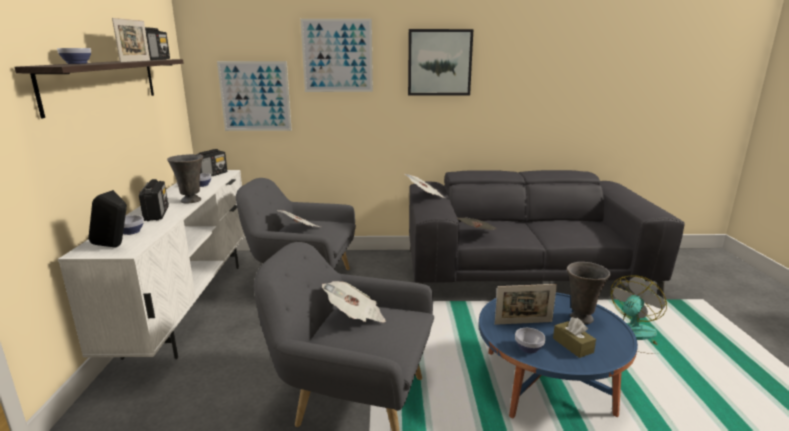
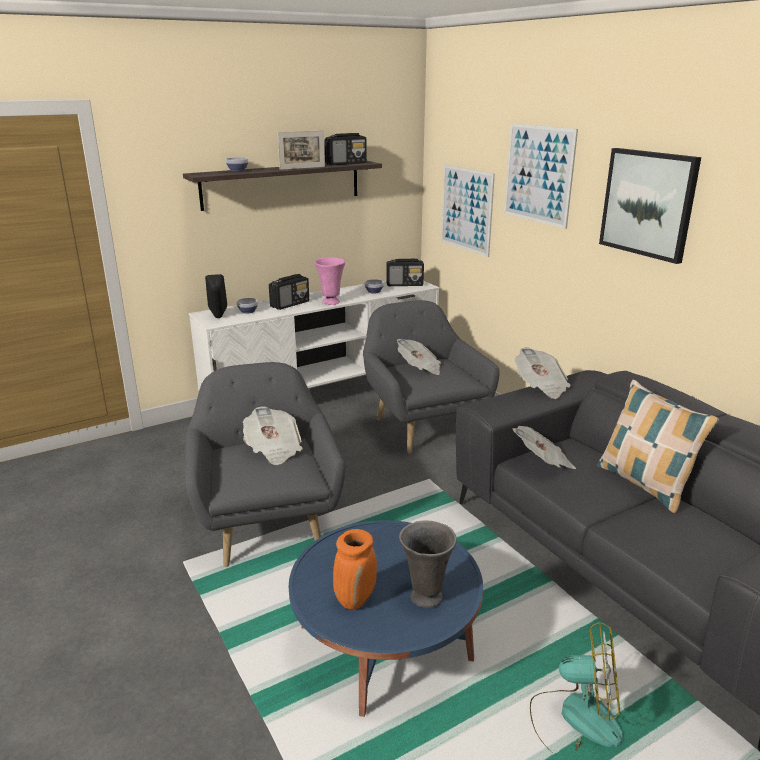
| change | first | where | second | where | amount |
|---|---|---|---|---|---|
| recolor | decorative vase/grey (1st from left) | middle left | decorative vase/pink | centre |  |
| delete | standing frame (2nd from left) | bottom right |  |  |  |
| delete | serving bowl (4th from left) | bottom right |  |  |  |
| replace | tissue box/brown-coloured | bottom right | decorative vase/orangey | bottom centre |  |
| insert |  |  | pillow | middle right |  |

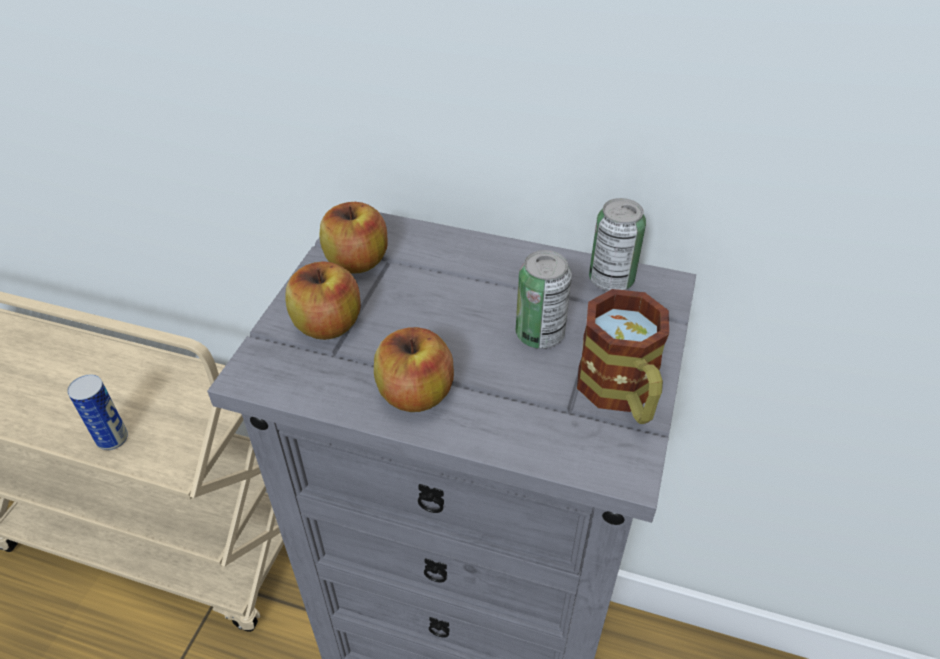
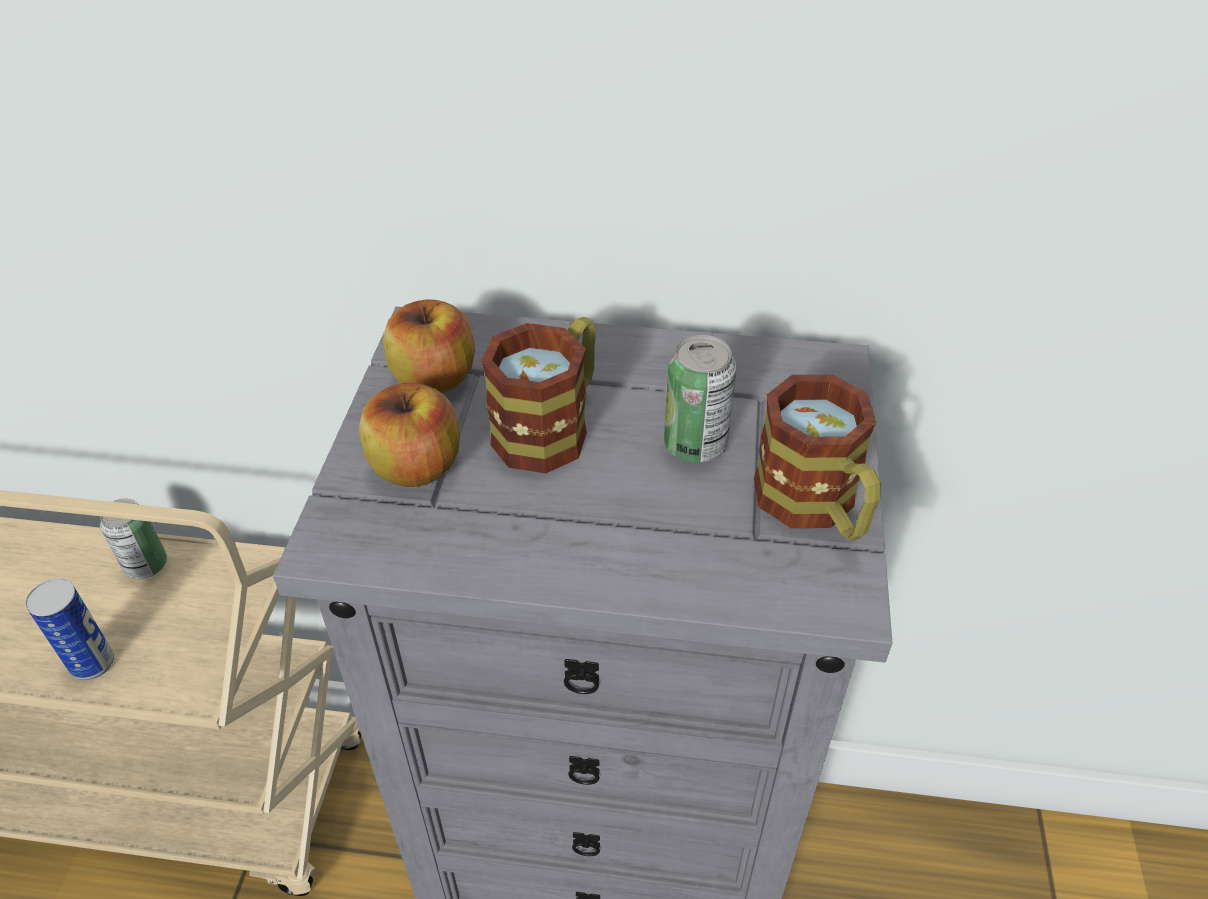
| change | first | where | second | where | amount |
|---|---|---|---|---|---|
| delete | apple fruit (3rd from left) | centre |  |  |  |
| move | can (3rd from left in the first image) | centre | can (2nd from left) | middle left |  |
| insert |  |  | tea mug (1st from left) | centre |  |

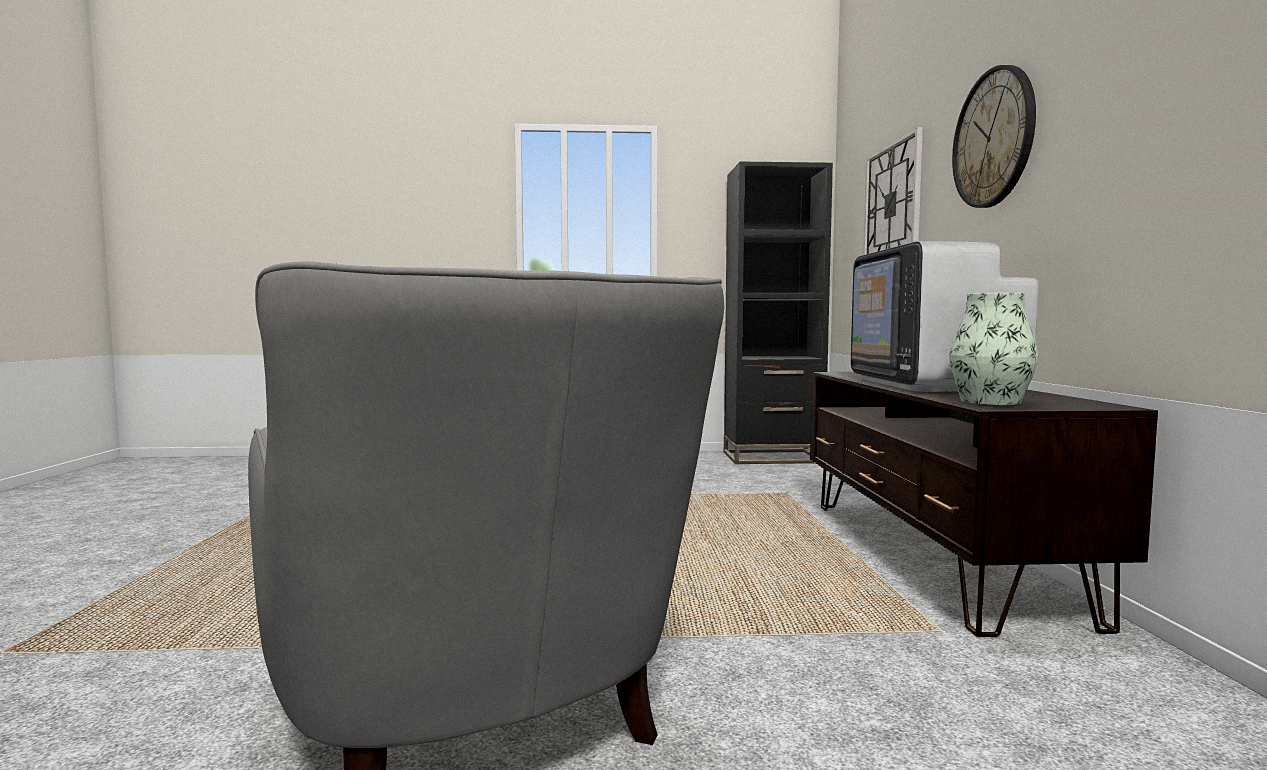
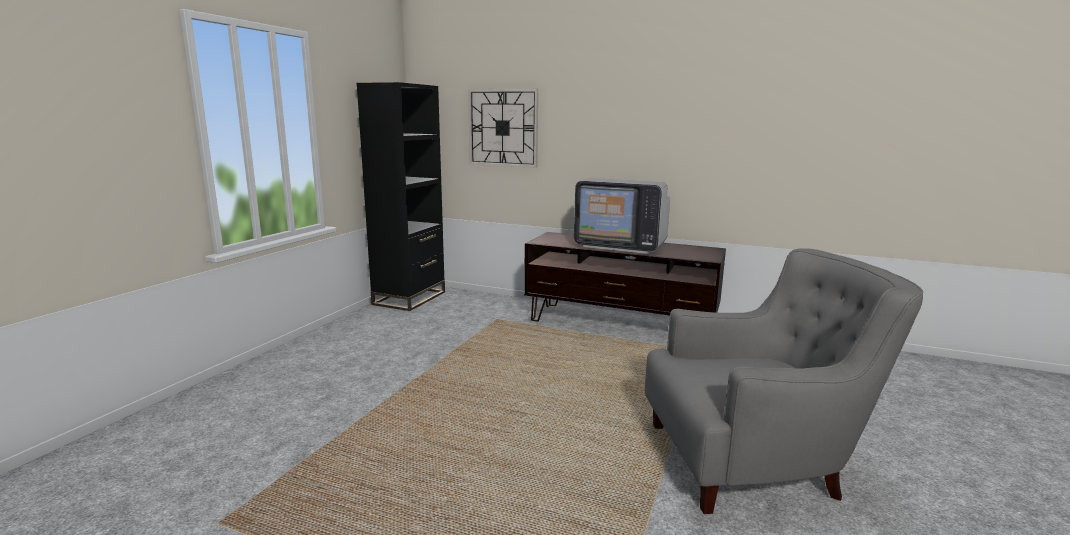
| change | first | where | second | where | amount |
|---|---|---|---|---|---|
| delete | decorative vase | middle right |  |  |  |
| delete | wall clock (2nd from left) | top right |  |  |  |

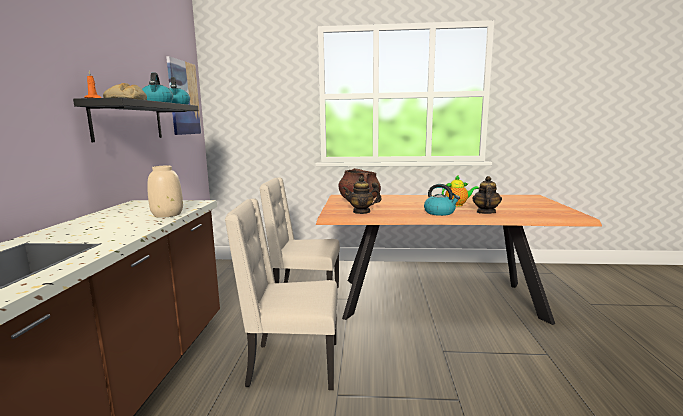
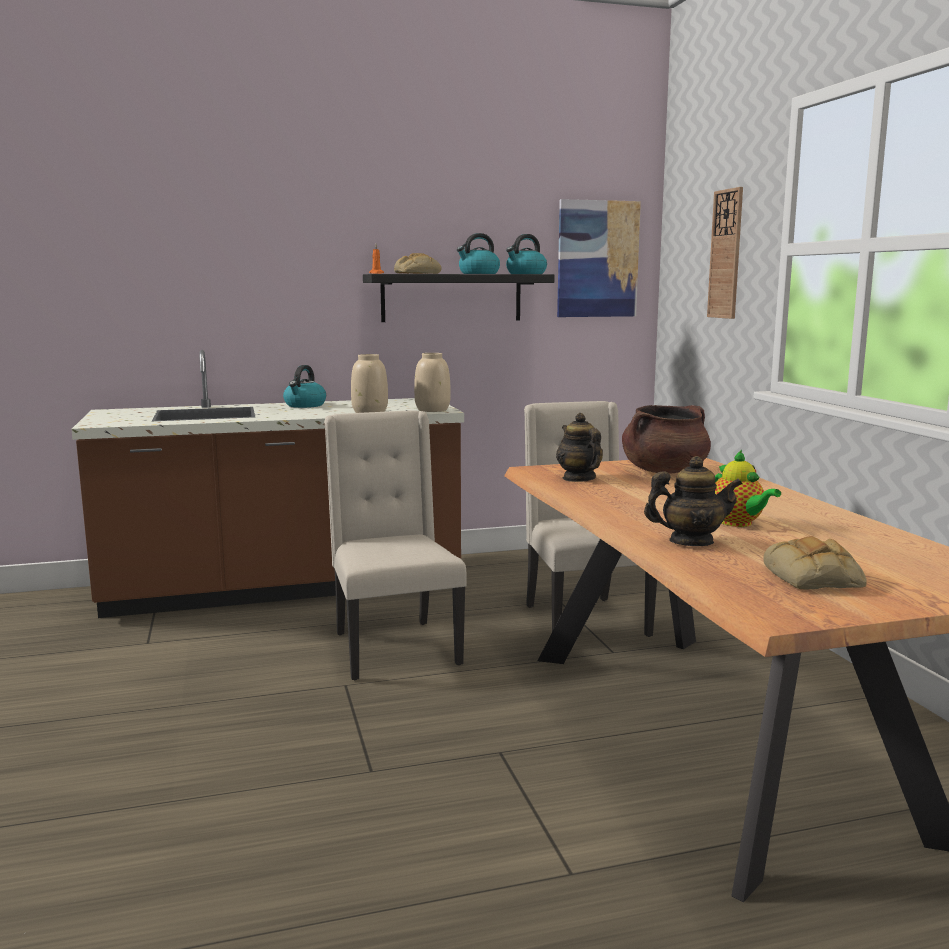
| change | first | where | second | where | amount |
|---|---|---|---|---|---|
| move | water kettle (3rd from left in the first image) | centre | water kettle (1st from left) | middle left |  |
| insert |  |  | decorative vase/beige (2nd from left) | centre |  |
| insert |  |  | wall clock | top right |  |
| insert |  |  | bakery bread (2nd from left) | middle right |  |

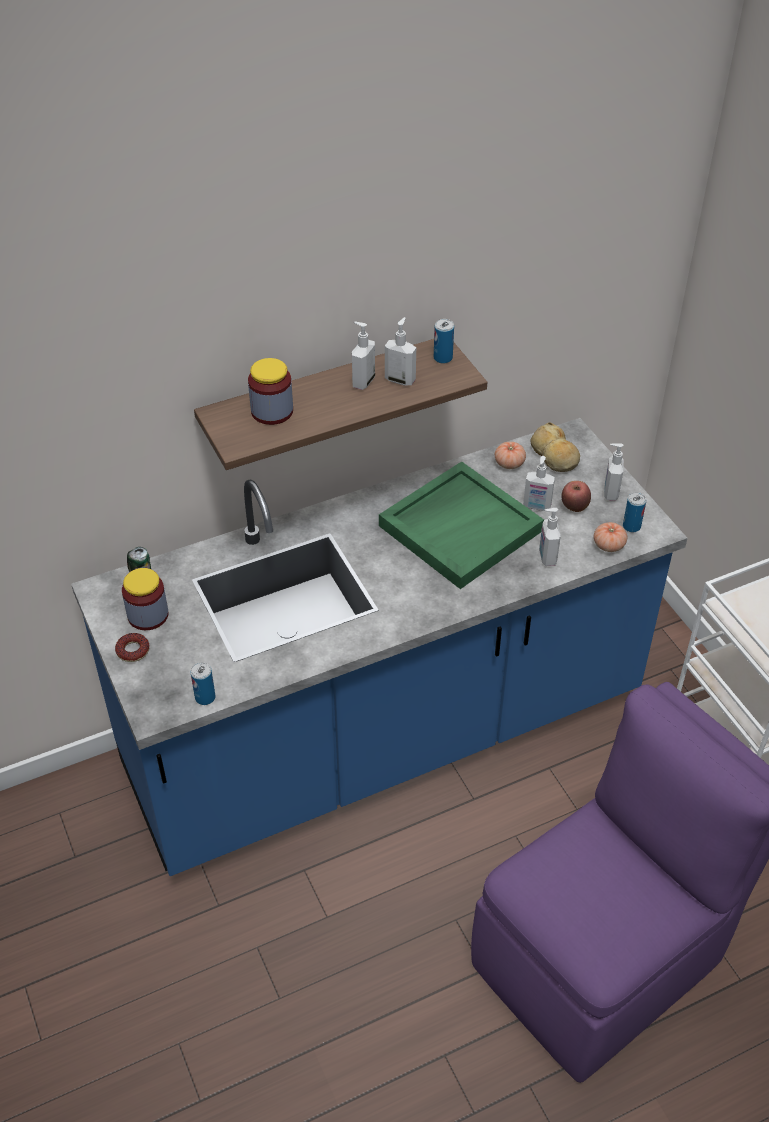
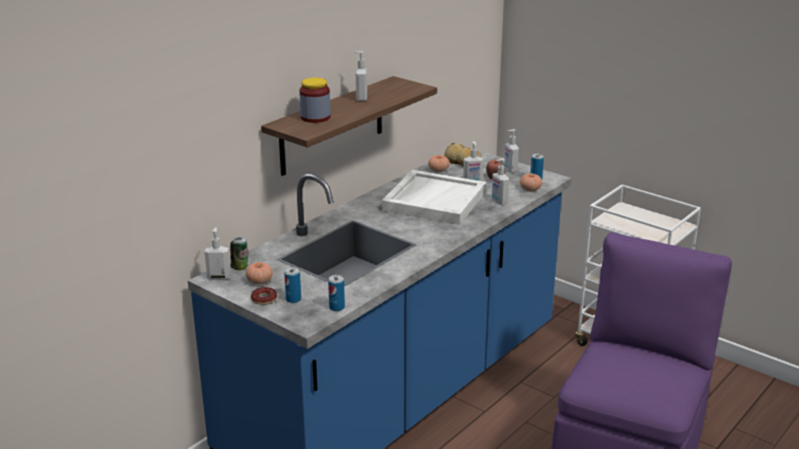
| change | first | where | second | where | amount |
|---|---|---|---|---|---|
| replace | storage jar (1st from left) | middle left | tomato (1st from left) | middle left |  |
| recolor | carrying tray/green | centre | carrying tray/whitish | centre |  |
| move | soap dispenser (2nd from left in the first image) | top centre | soap dispenser (1st from left) | middle left |  |
| move | can (3rd from left in the first image) | top centre | can (2nd from left) | centre |  |

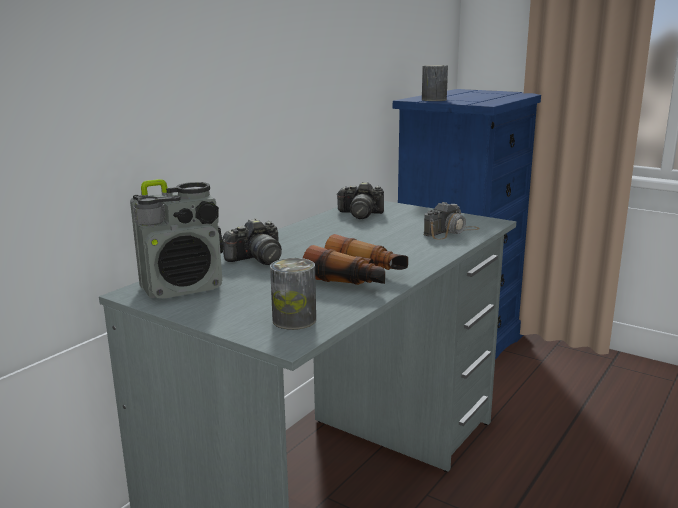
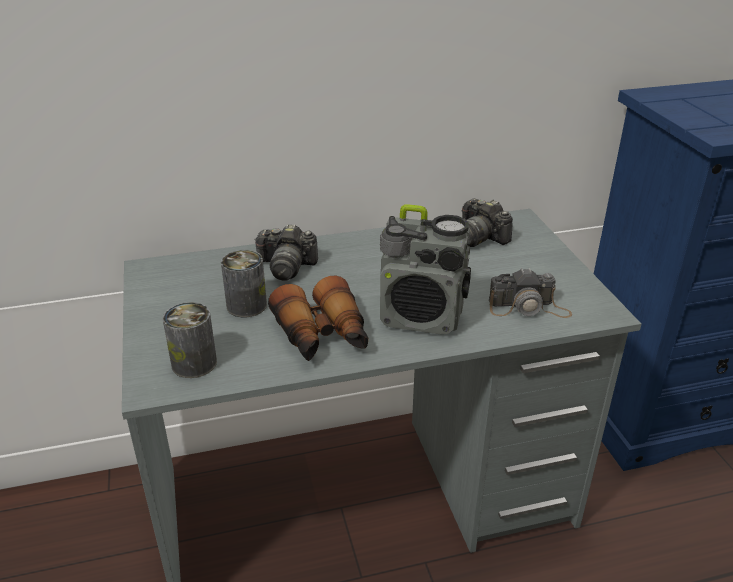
| change | first | where | second | where | amount |
|---|---|---|---|---|---|
| move | radio | middle left |  | centre |  |
| move | can (2nd from left) | top centre |  | middle left |  |

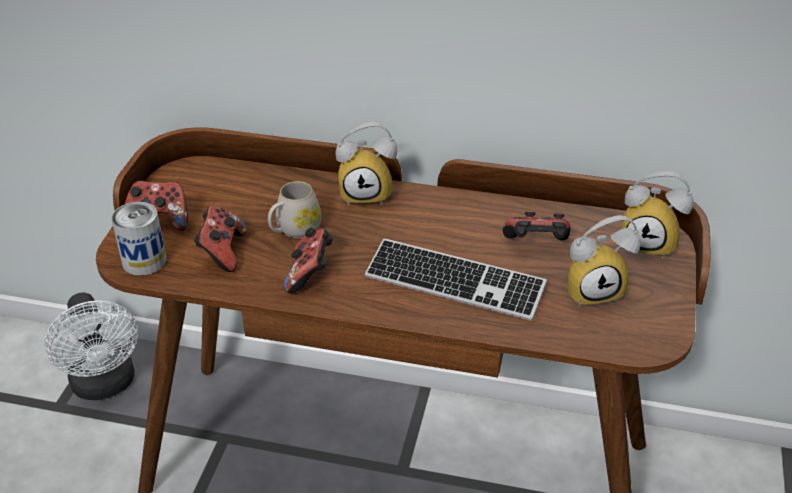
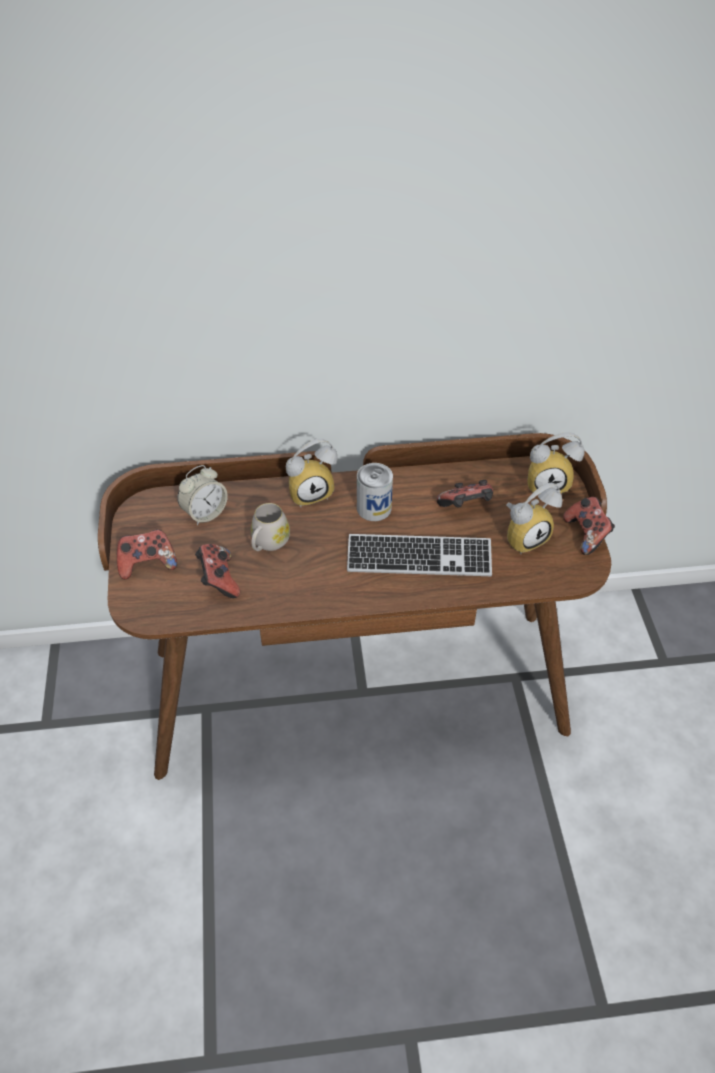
| change | first | where | second | where | amount |
|---|---|---|---|---|---|
| delete | cooling fan/whitish | bottom left |  |  |  |
| move | can | middle left |  | centre |  |
| move | joypad (3rd from left in the first image) | centre | joypad (4th from left) | middle right |  |
| insert |  |  | bedside clock (1st from left) | middle left |  |

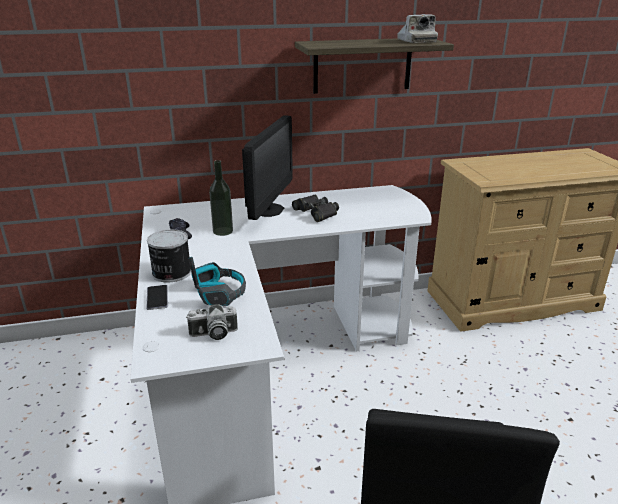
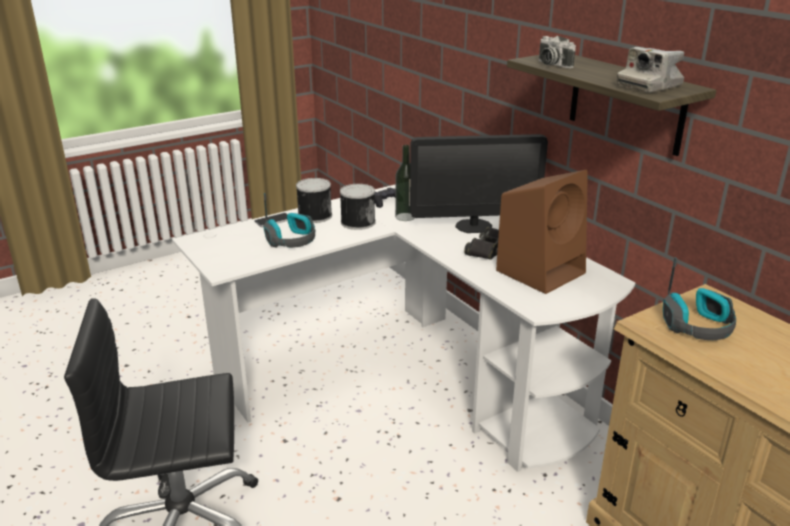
| change | first | where | second | where | amount |
|---|---|---|---|---|---|
| move | still camera (1st from left) | centre |  | top right |  |
| insert |  |  | can (2nd from left) | centre |  |
| insert |  |  | speaker/brown-coloured | middle right |  |
| insert |  |  | headset (2nd from left) | middle right |  |

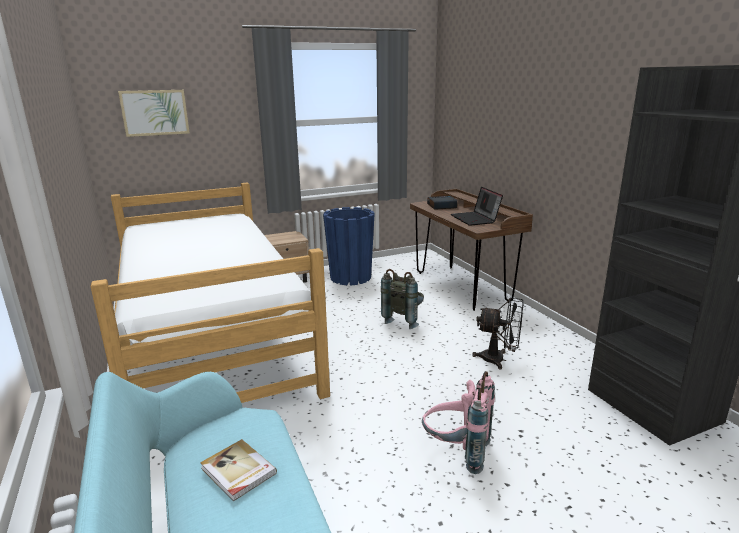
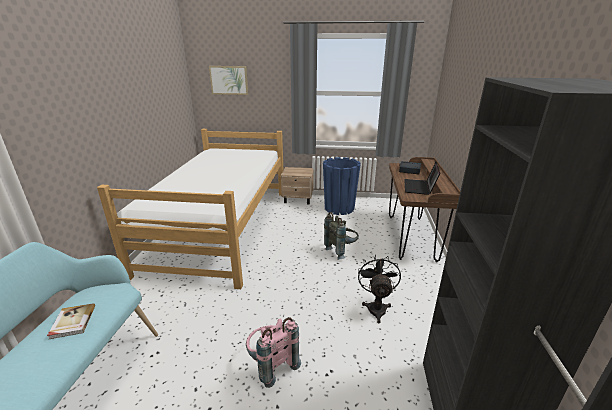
| change | first | where | second | where | amount |
|---|---|---|---|---|---|
| rotate | cooling fan/blackish | middle right |  | bottom centre | 135 degrees counterclockwise |

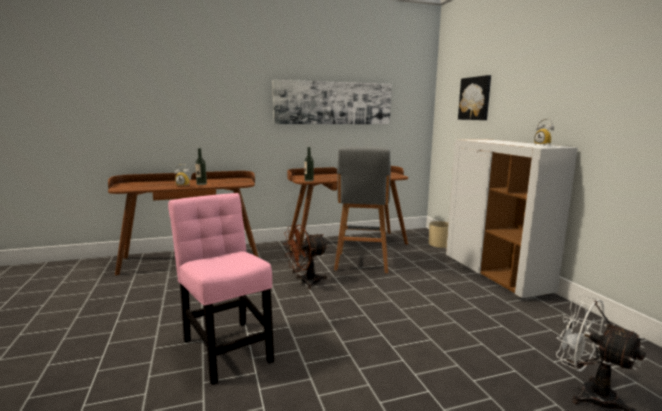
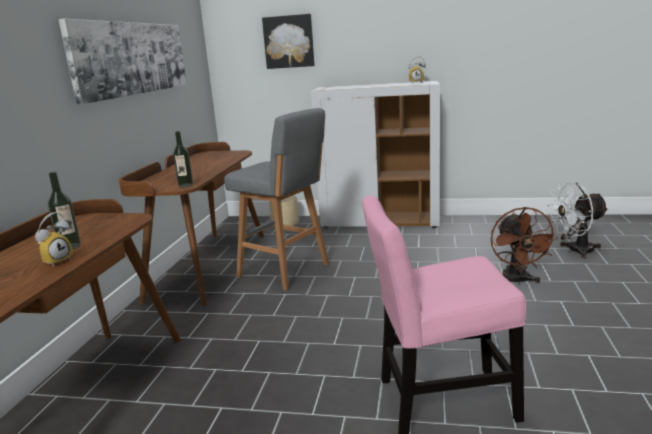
| change | first | where | second | where | amount |
|---|---|---|---|---|---|
| move | cooling fan/brown-coloured | centre |  | middle right |  |

